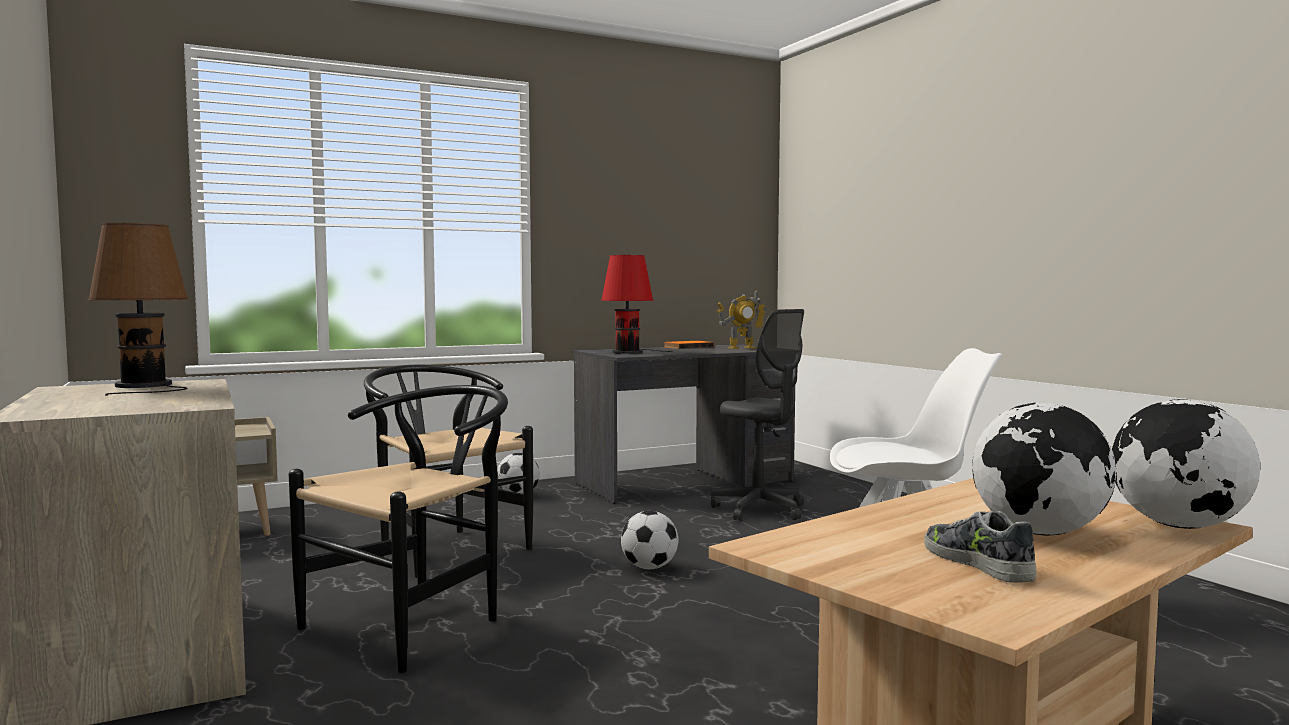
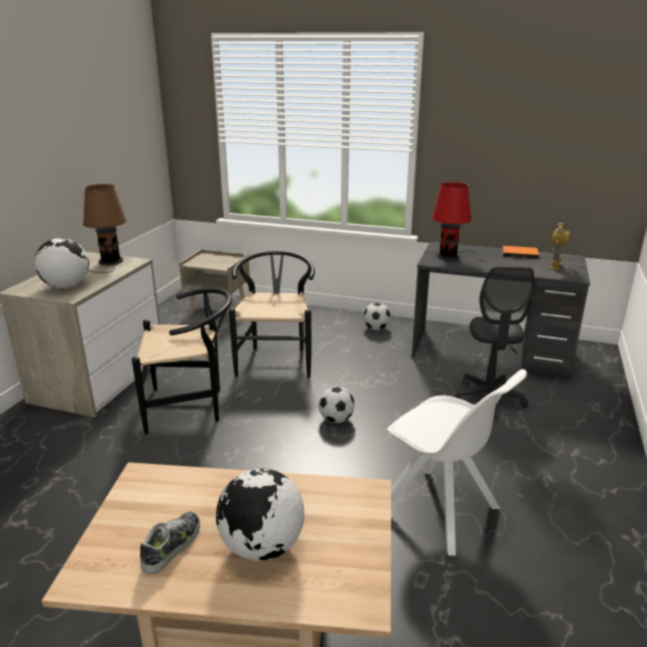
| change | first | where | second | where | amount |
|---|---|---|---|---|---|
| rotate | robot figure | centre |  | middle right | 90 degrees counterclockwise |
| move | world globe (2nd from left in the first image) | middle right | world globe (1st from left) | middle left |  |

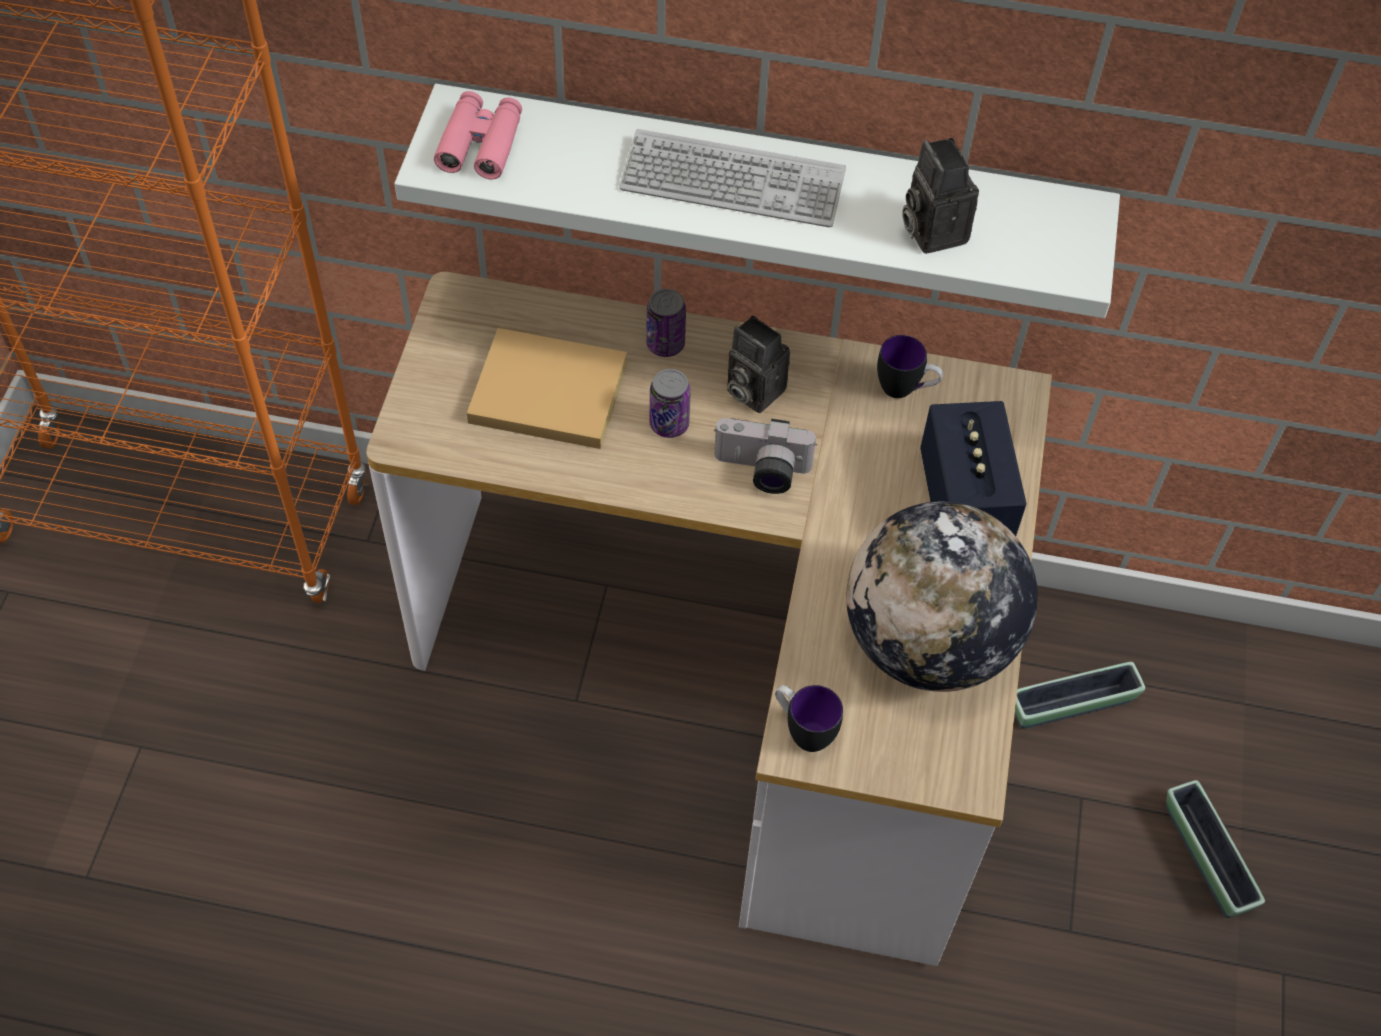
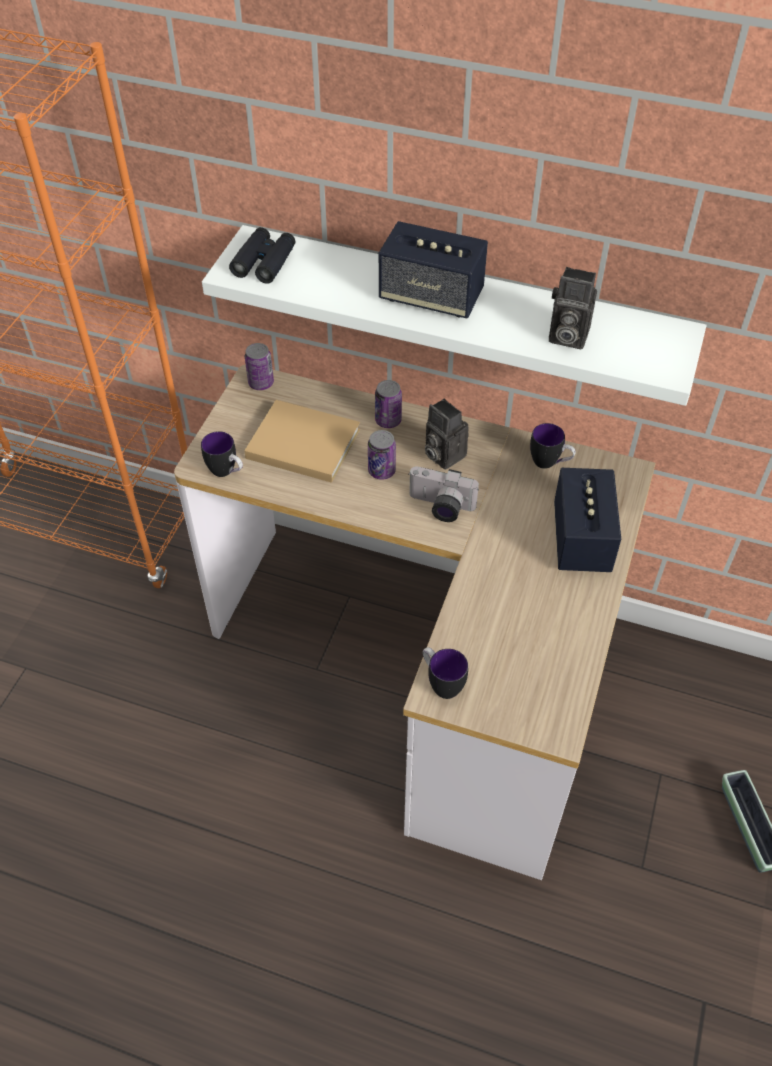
| change | first | where | second | where | amount |
|---|---|---|---|---|---|
| recolor | field glasses/pink | top centre | field glasses/blackish | top centre |  |
| replace | computer keyboard | top centre | speaker (1st from left) | top centre |  |
| delete | world globe | middle right |  |  |  |
| rotate | still camera (3rd from left) | top right |  | top right | 60 degrees counterclockwise |
| delete | flower pot (1st from left) | bottom right |  |  |  |
| insert |  |  | tea mug (1st from left) | middle left |  |
| insert |  |  | can (1st from left) | centre |  |

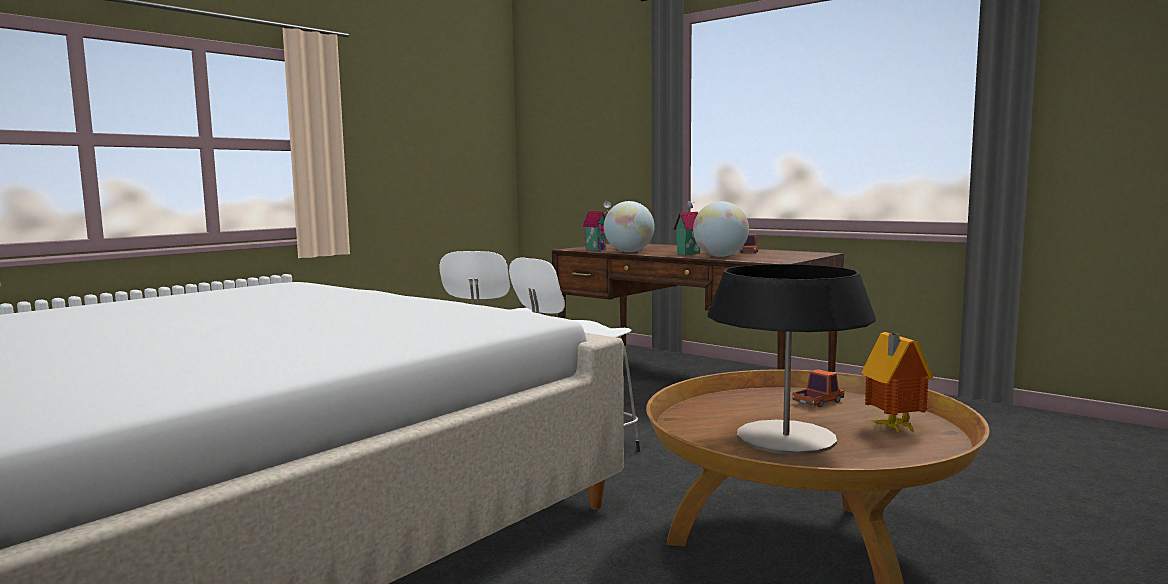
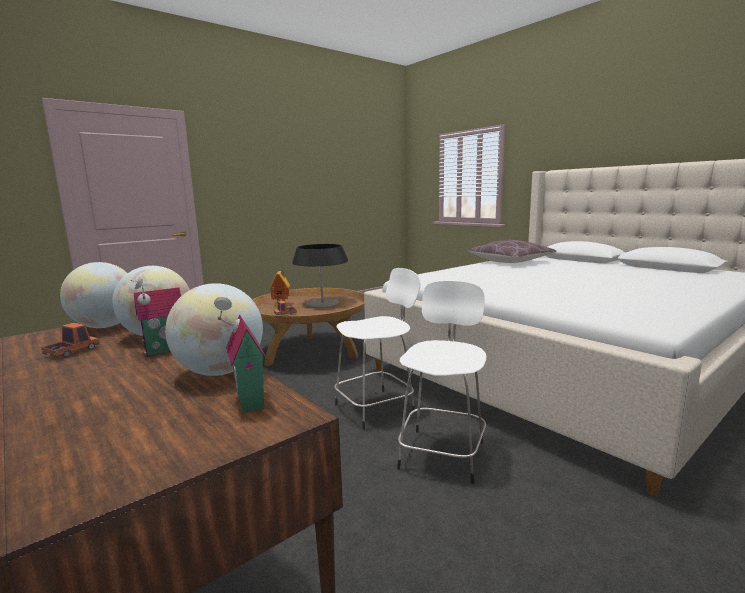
| change | first | where | second | where | amount |
|---|---|---|---|---|---|
| insert |  |  | world globe (1st from left) | middle left |  |
| insert |  |  | pillow/brown-coloured | middle right |  |

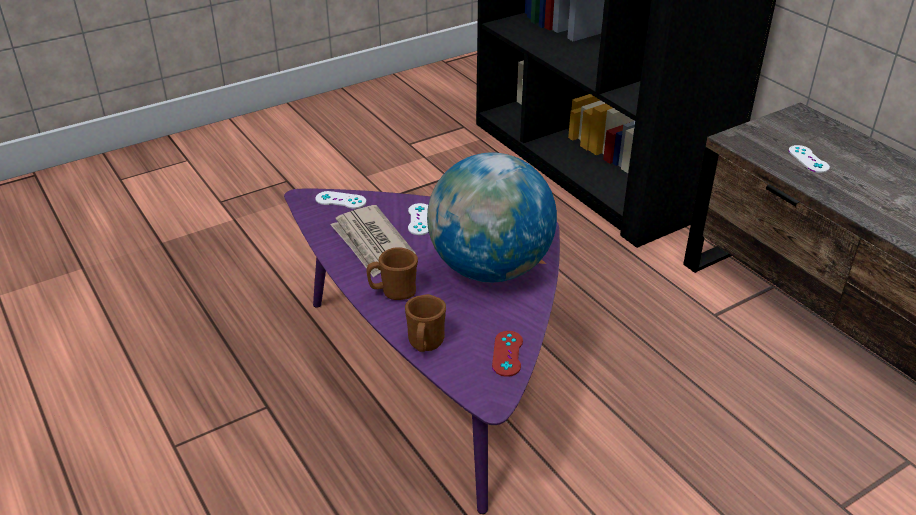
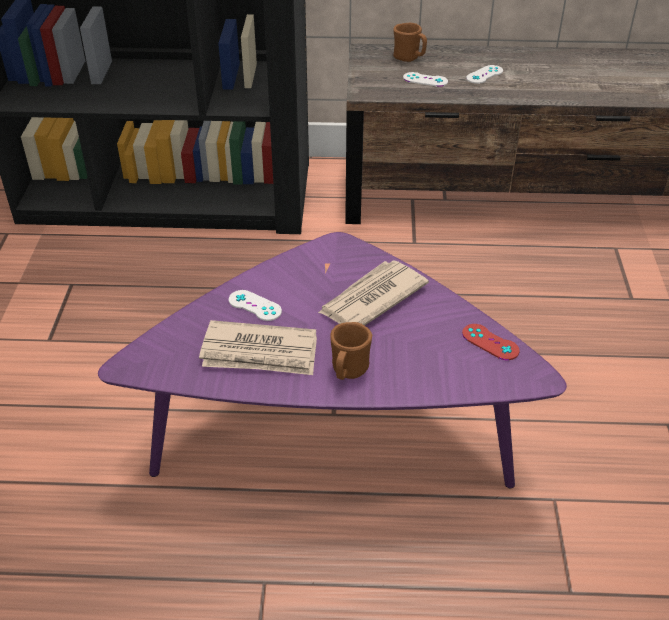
| change | first | where | second | where | amount |
|---|---|---|---|---|---|
| move | joypad/whitish (1st from left in the first image) | centre | joypad/whitish (3rd from left) | top right |  |
| move | tea mug/brown-coloured (2nd from left) | centre |  | top centre |  |
| replace | world globe | centre | daily paper (2nd from left) | centre |  |

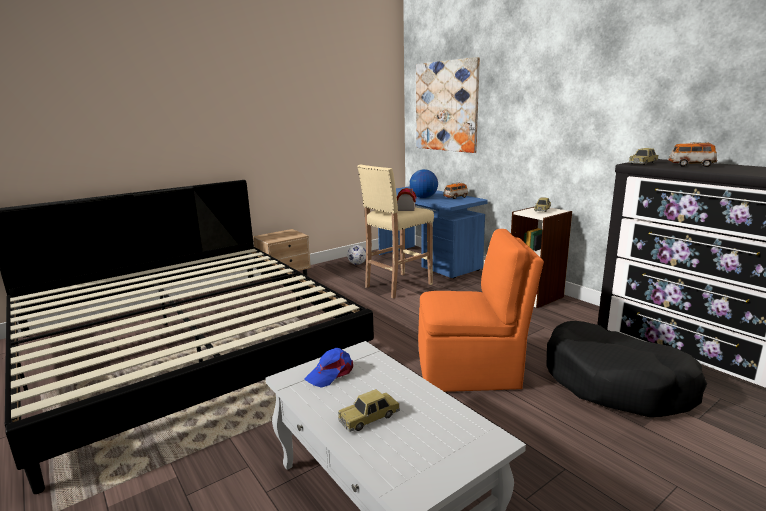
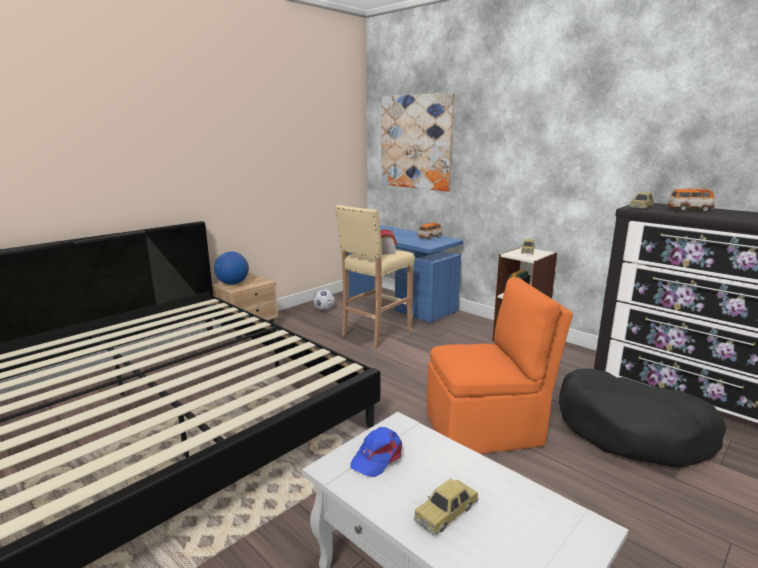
| change | first | where | second | where | amount |
|---|---|---|---|---|---|
| move | world globe | centre |  | middle left |  |

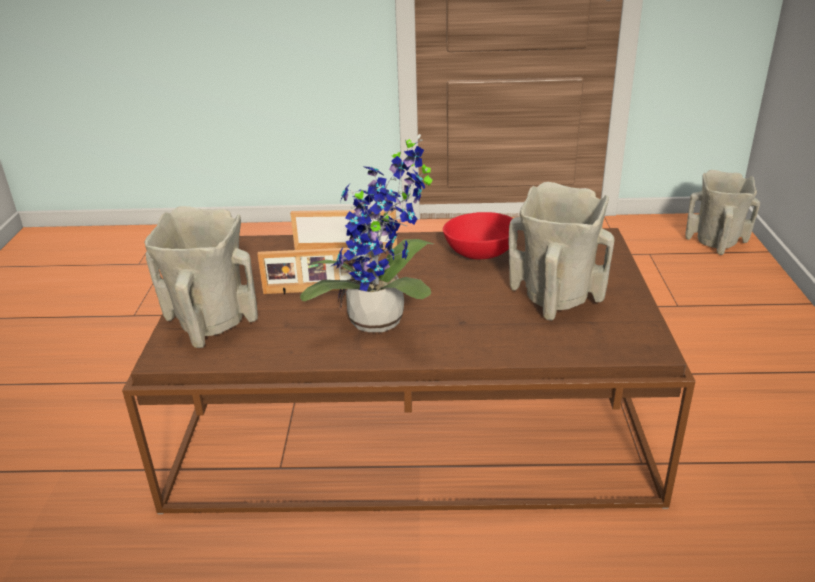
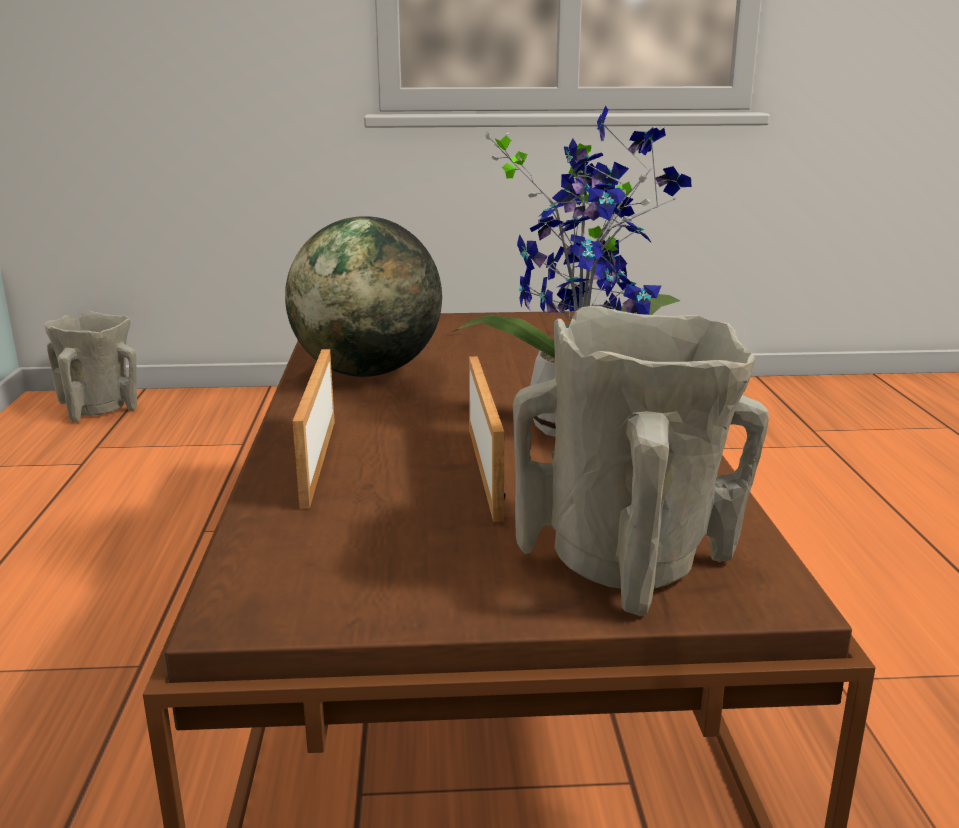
| change | first | where | second | where | amount |
|---|---|---|---|---|---|
| replace | serving bowl/reddish | centre | world globe | centre |  |
| delete | decorative vase/beige (2nd from left) | middle right |  |  |  |

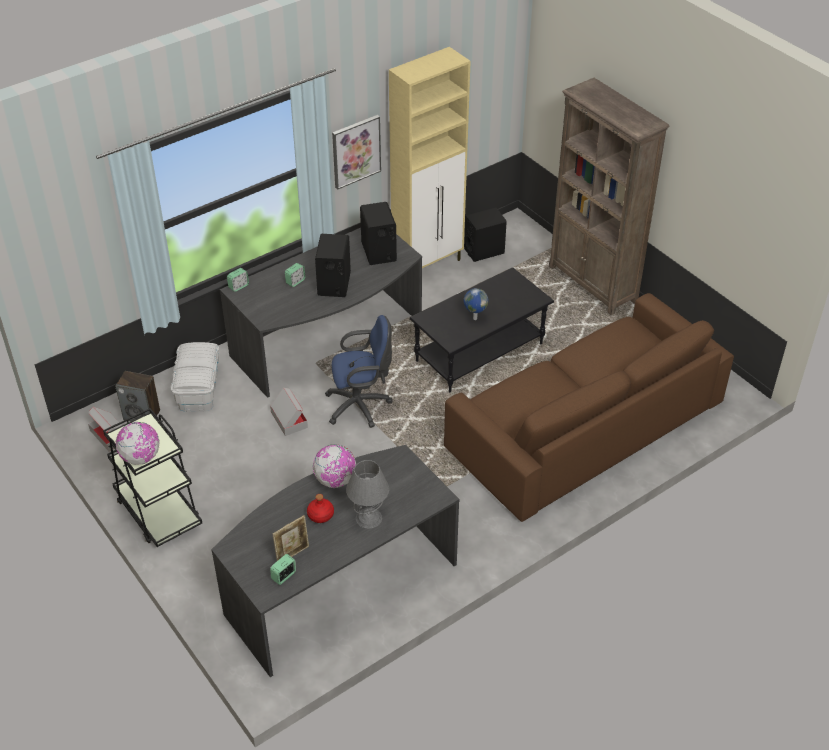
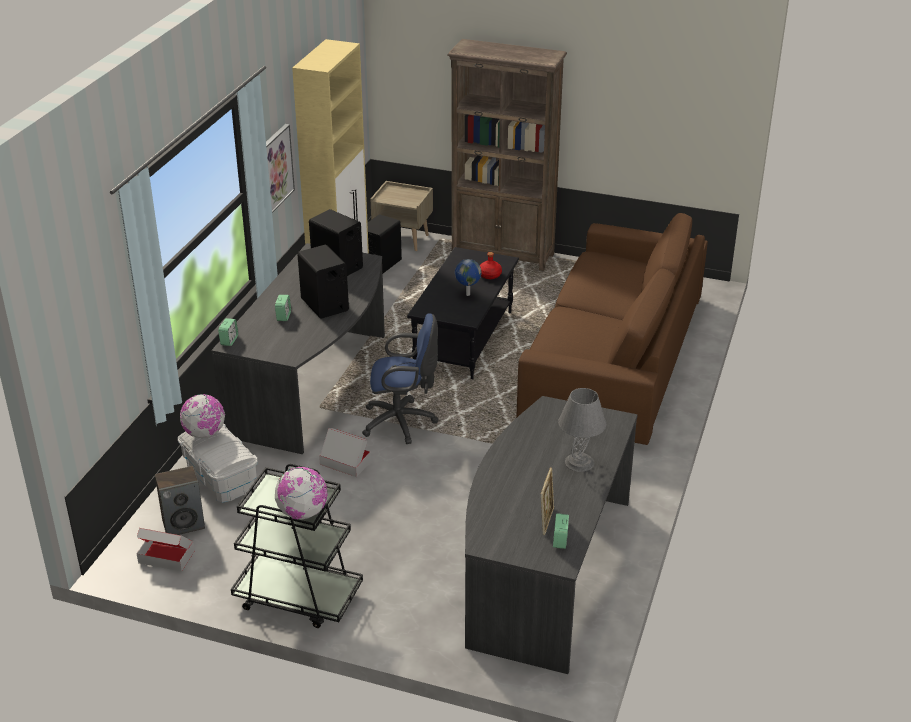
| change | first | where | second | where | amount |
|---|---|---|---|---|---|
| move | beverage bottle/reddish | bottom centre |  | centre |  |
| move | world globe (2nd from left in the first image) | centre | world globe (1st from left) | middle left |  |
| rotate | office chair/blue-coloured | centre |  | centre | 45 degrees clockwise |
| insert |  |  | night table/beige | top centre |  |

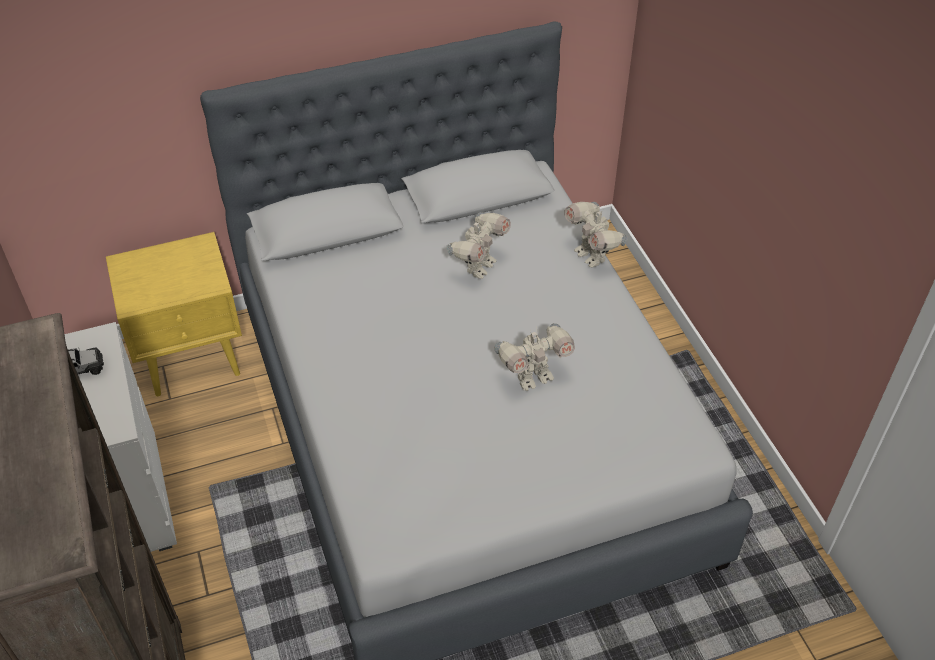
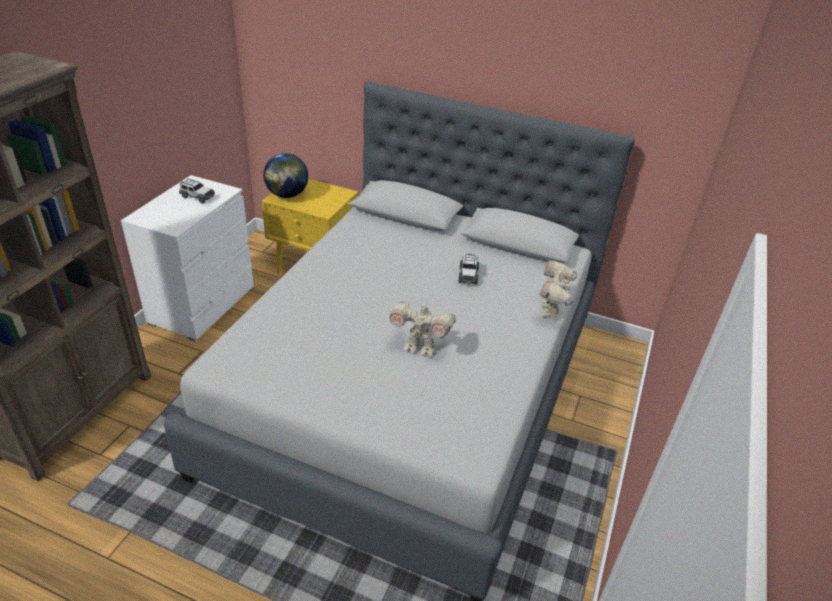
| change | first | where | second | where | amount |
|---|---|---|---|---|---|
| replace | robot figure (1st from left) | centre | model car (2nd from left) | centre |  |
| insert |  |  | world globe | top centre |  |

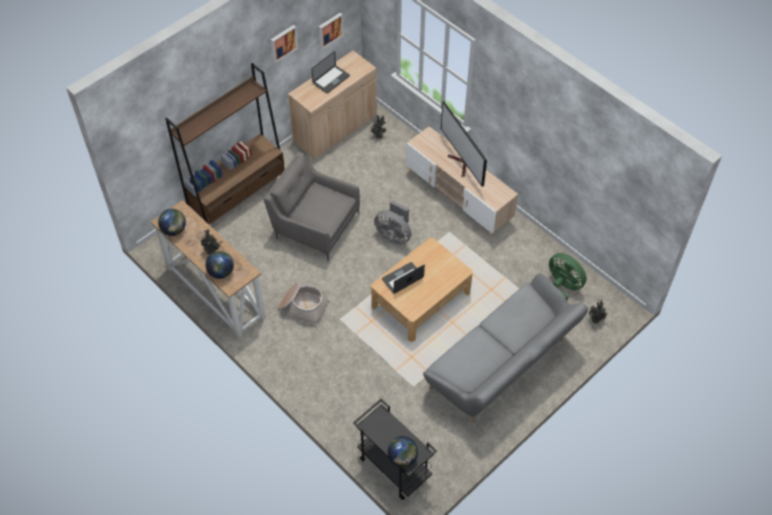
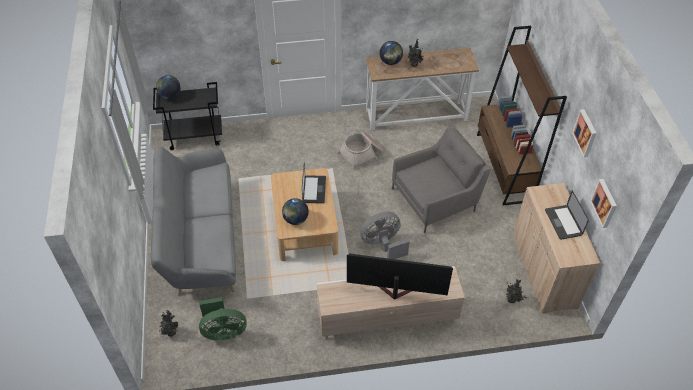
| change | first | where | second | where | amount |
|---|---|---|---|---|---|
| move | world globe (1st from left in the first image) | middle left | world globe (2nd from left) | centre |  |

